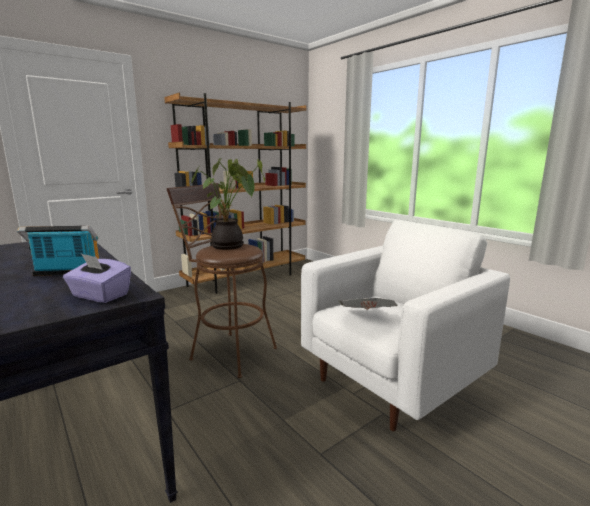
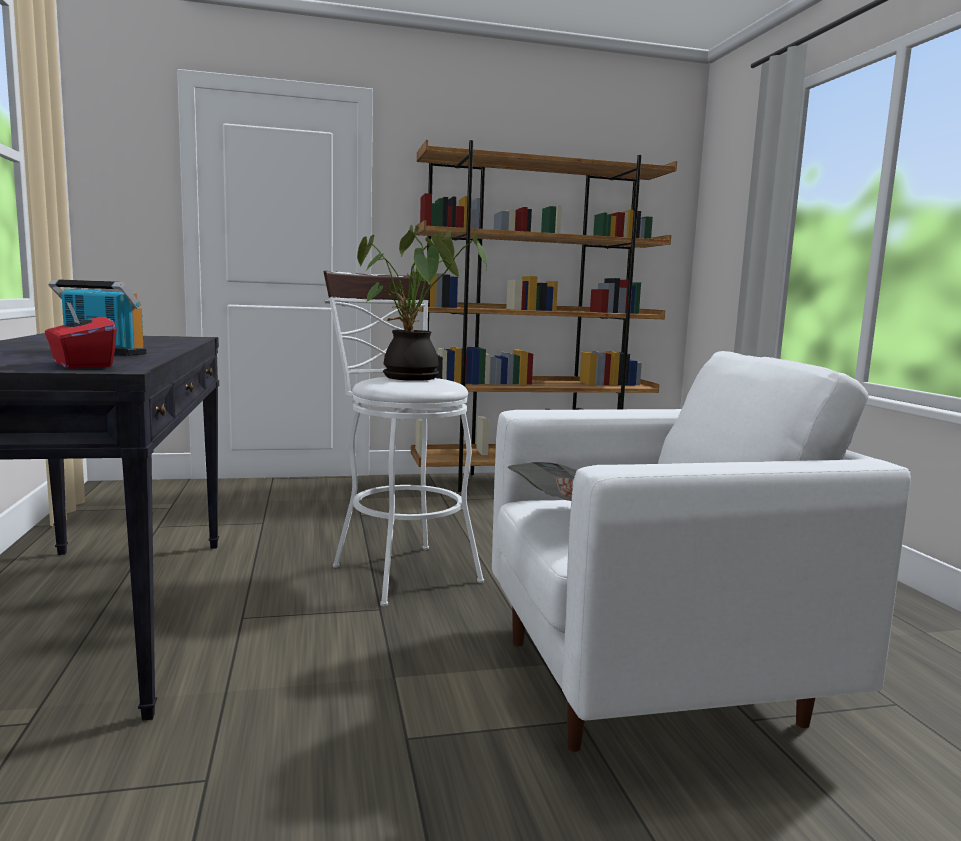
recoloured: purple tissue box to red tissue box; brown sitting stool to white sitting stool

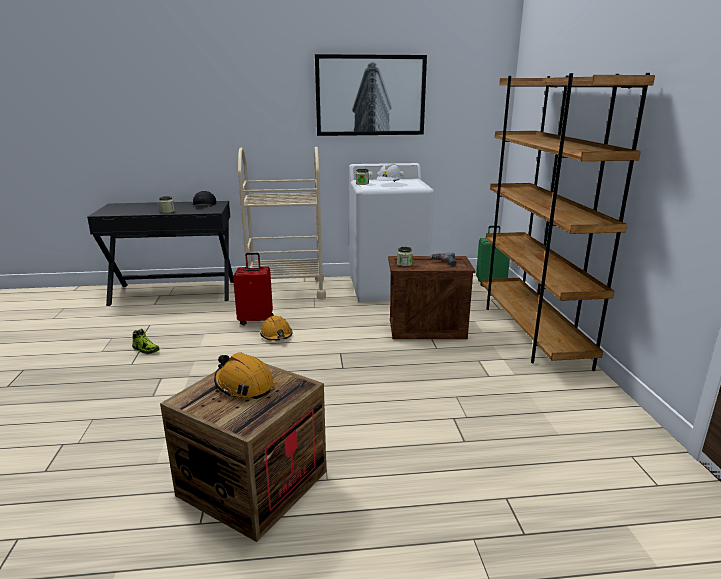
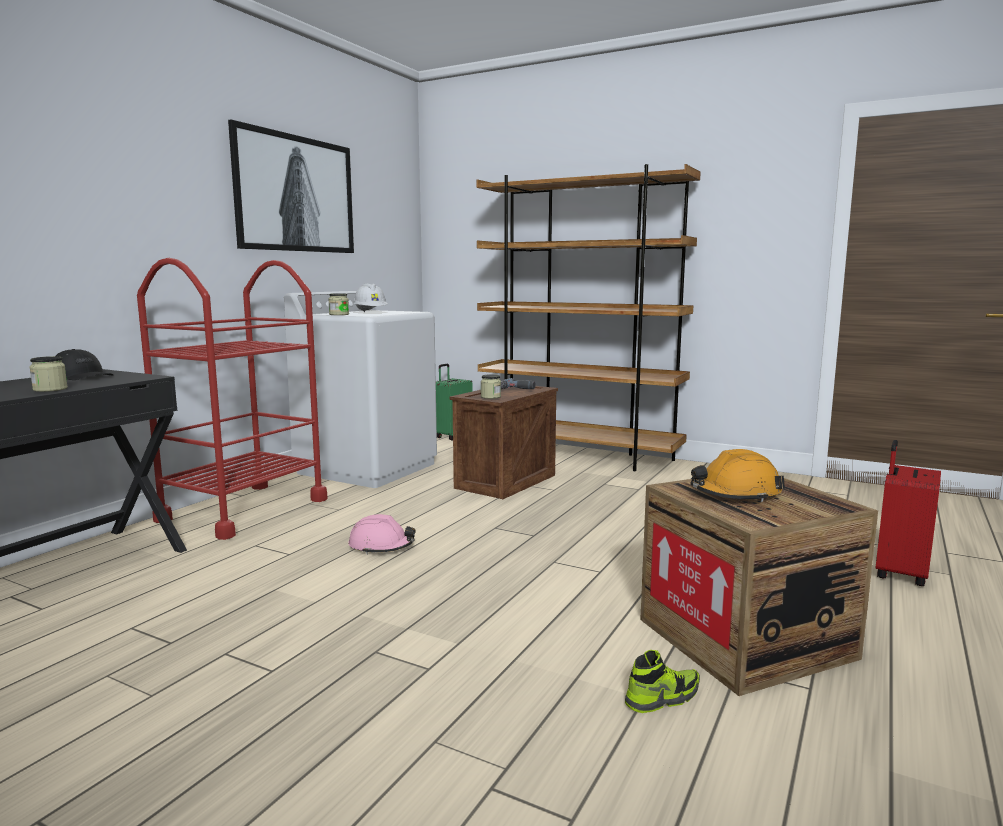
moved: low shoe; red travel case
recoloured: beige cart to red cart; orangey work helmet (2nd from left) to pink-coloured work helmet

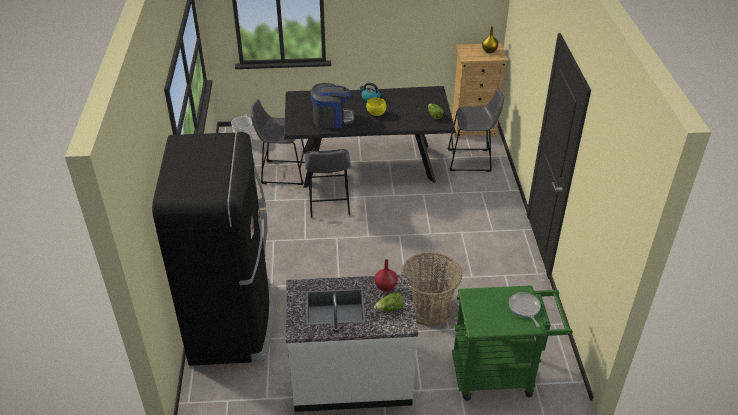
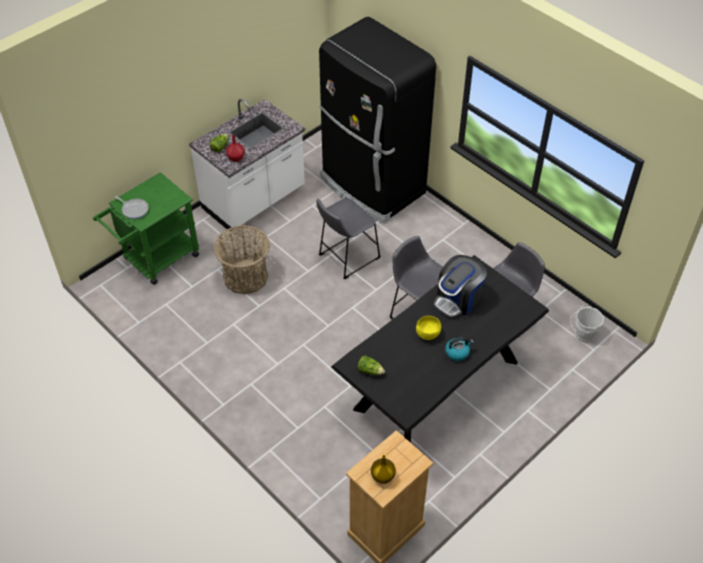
moved: gray sitting stool (3rd from left in the first image) to gray sitting stool (1st from left)

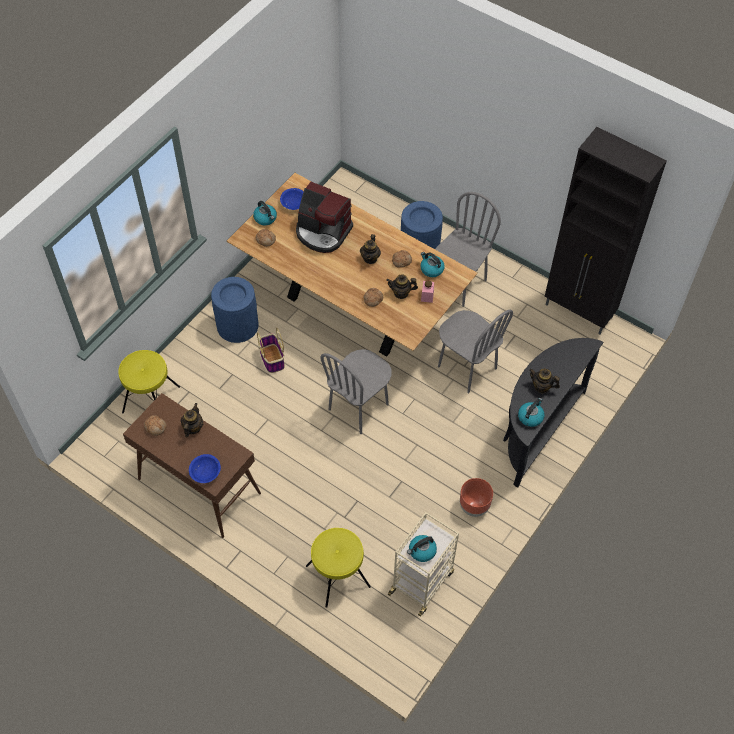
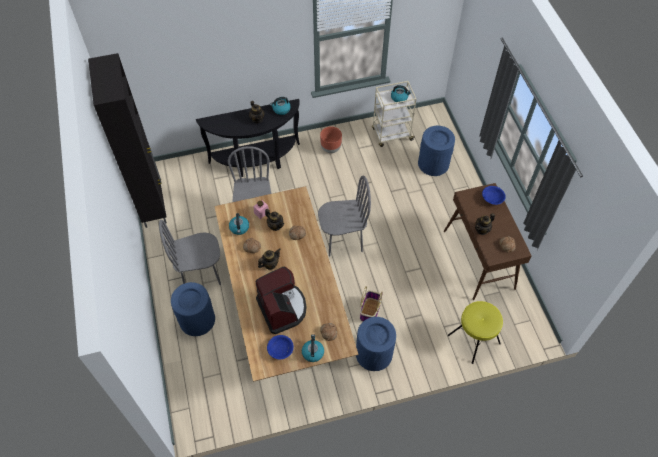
replaced: yellow-coloured sitting stool (2nd from left) to blue rubbish bin (3rd from left)

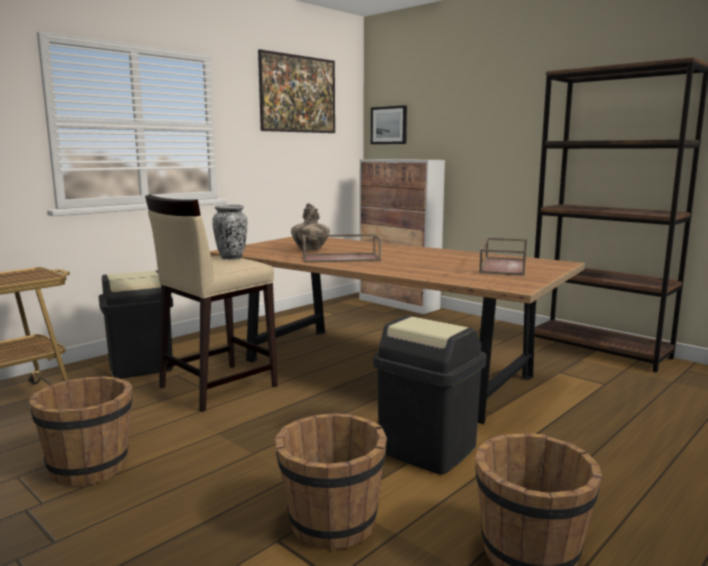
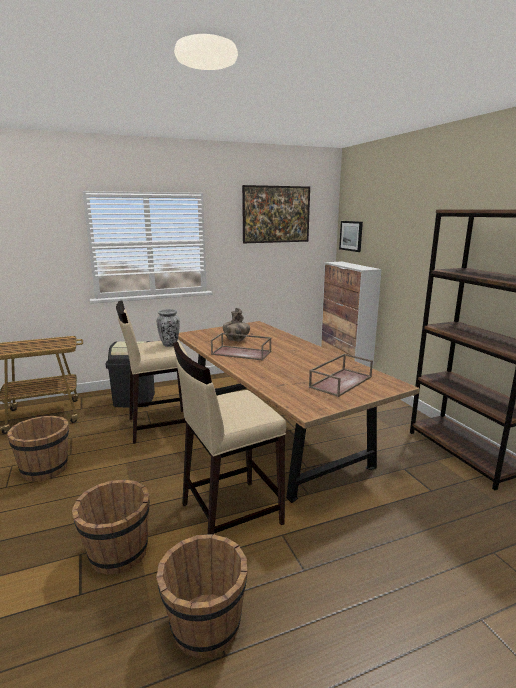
replaced: blackish rubbish bin (2nd from left) to beige sitting stool (2nd from left)

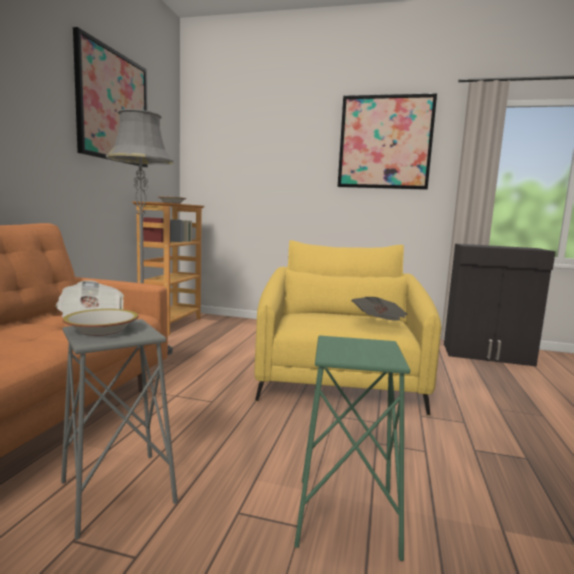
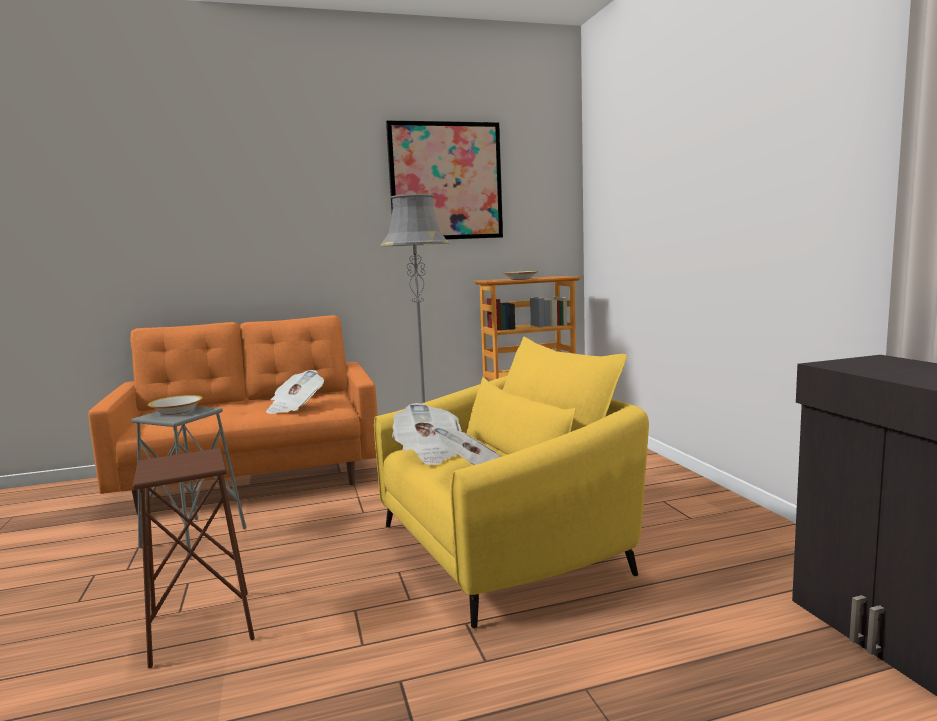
removed: wall art (2nd from left)
added: printed paper (2nd from left)
recoloured: greenish sitting stool to brown sitting stool

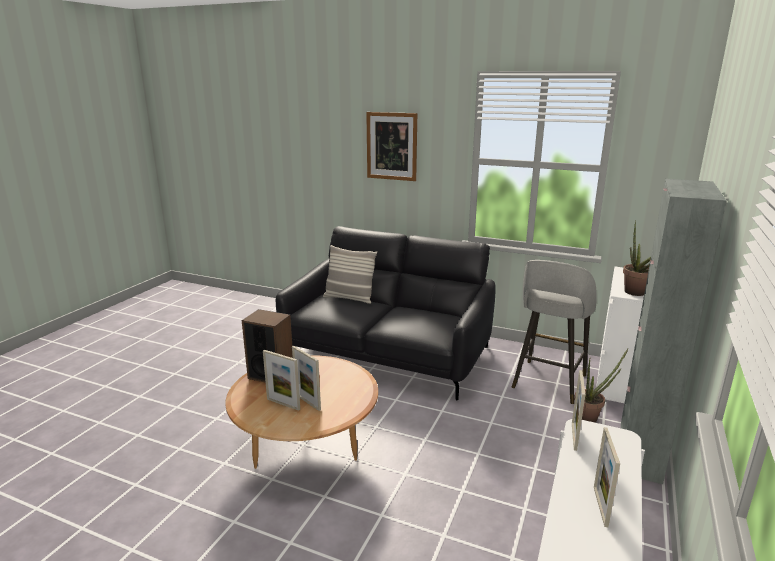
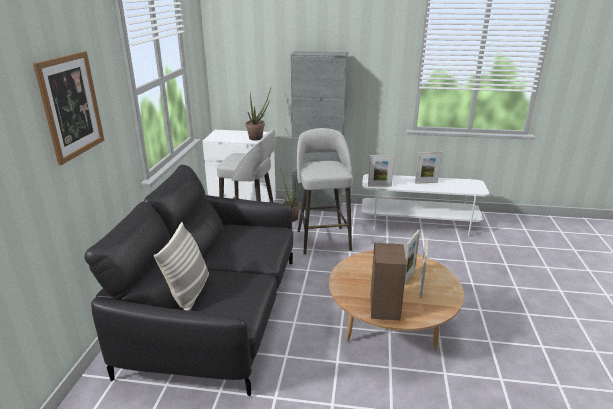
added: gray sitting stool (2nd from left)

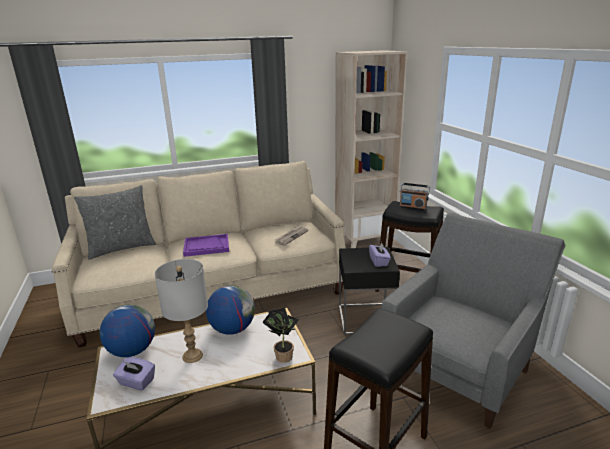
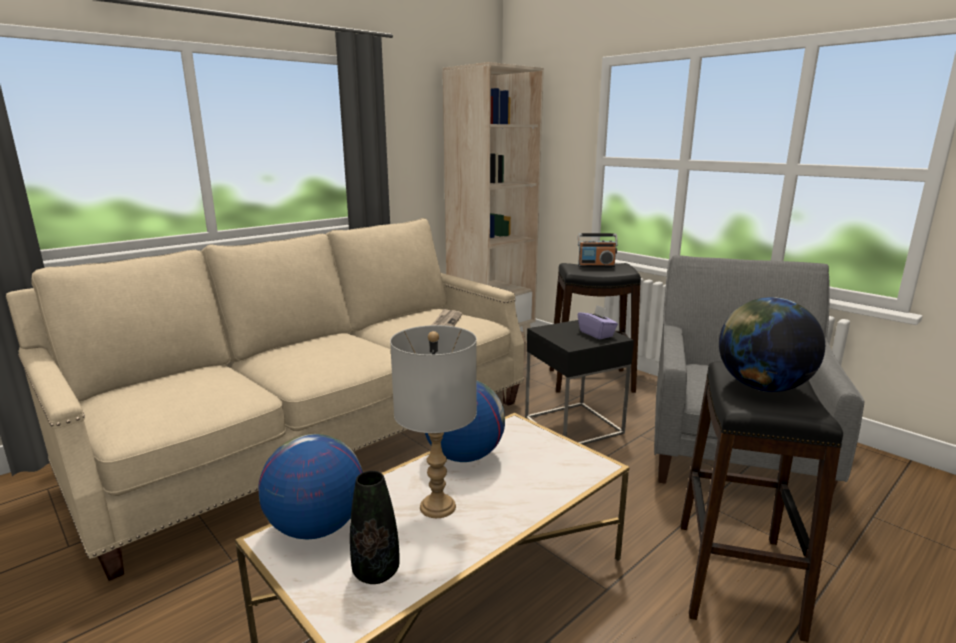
removed: gray cushion; purple tray; houseplant
added: desk globe (3rd from left)
replaced: purple tissue box (1st from left) to blackish decorative vase

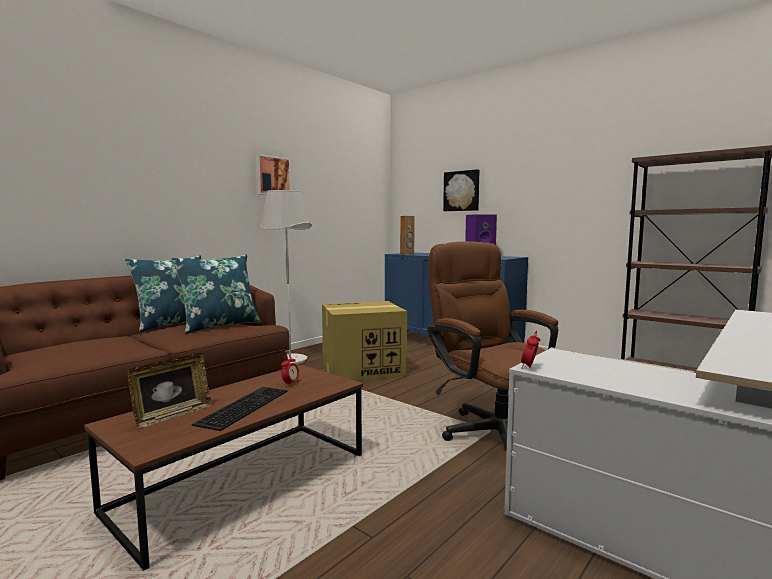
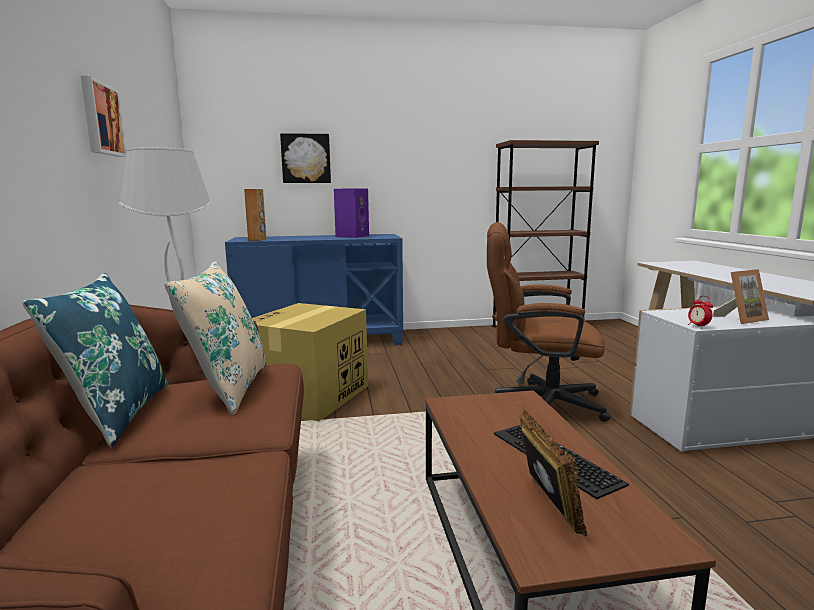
removed: table clock (1st from left)
added: standing frame (2nd from left)
recoloured: blue cushion (2nd from left) to beige cushion

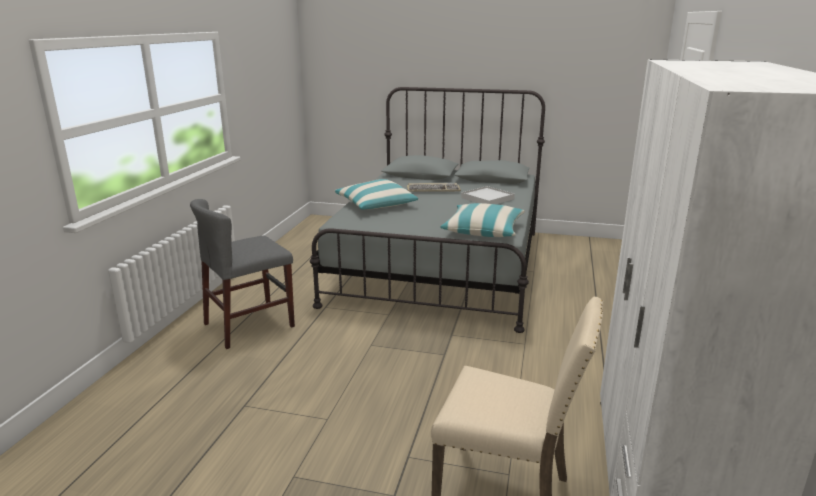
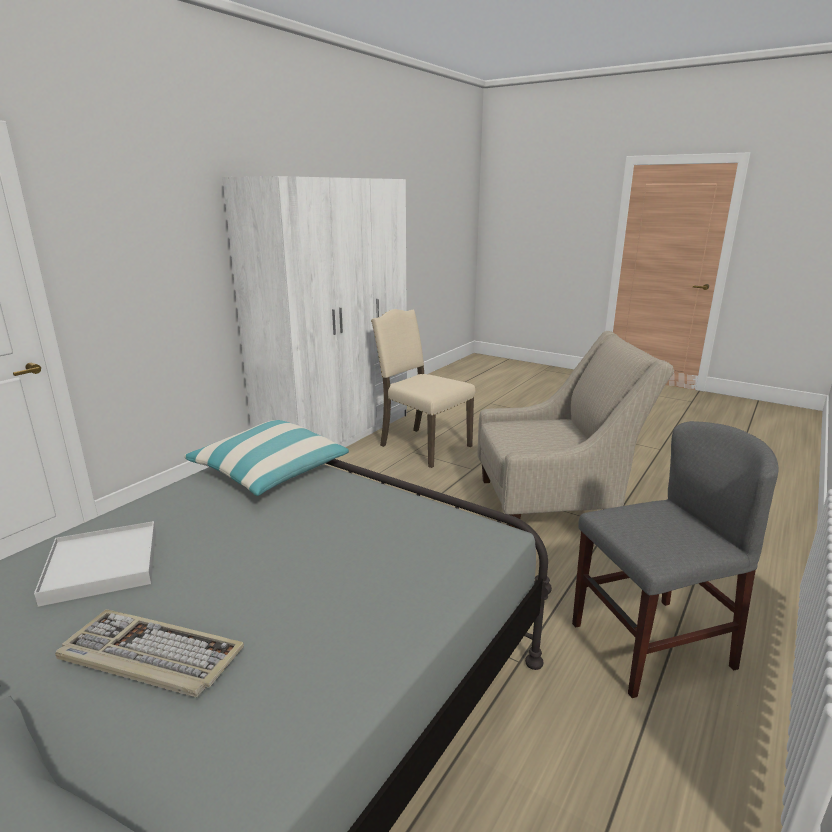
removed: cushion (1st from left)
added: beige lounge chair

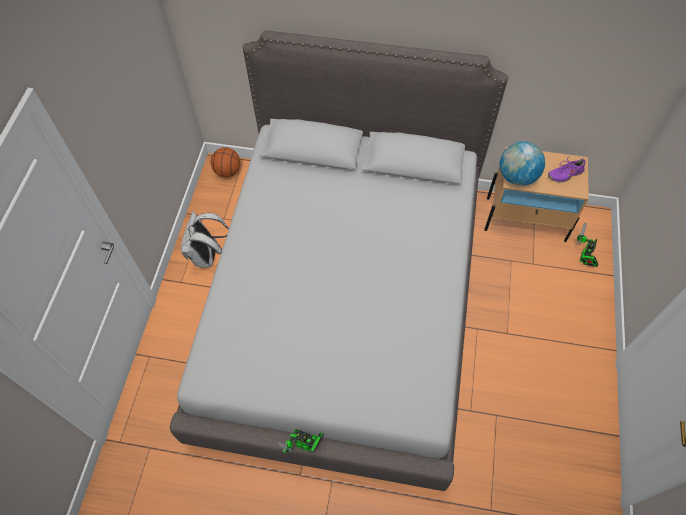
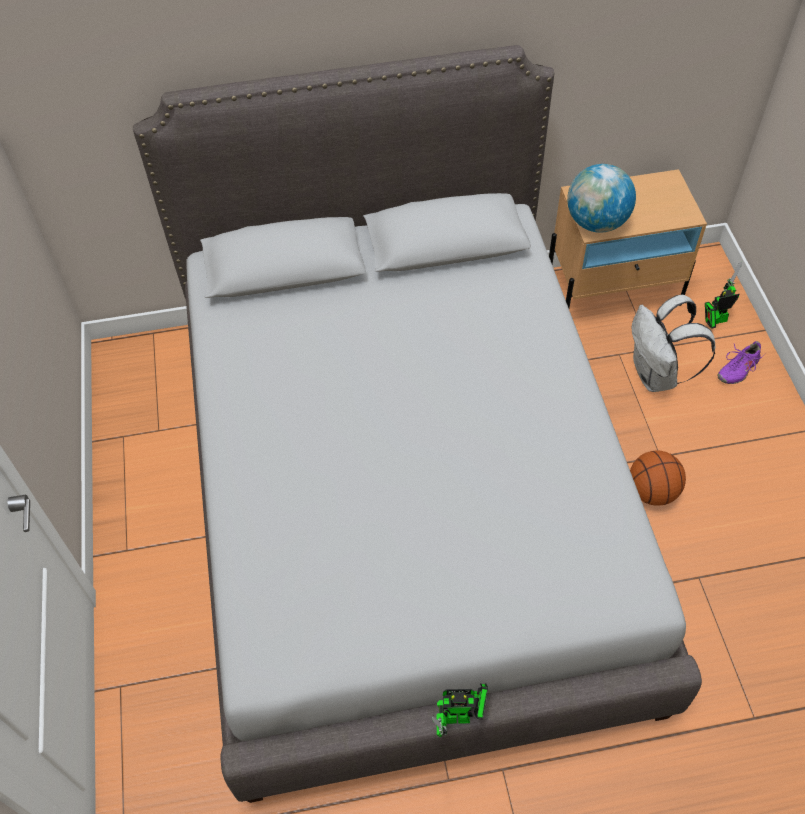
moved: white backpack; basketball ball; purple low shoe
turned: toy robot (2nd from left) 75 degrees clockwise

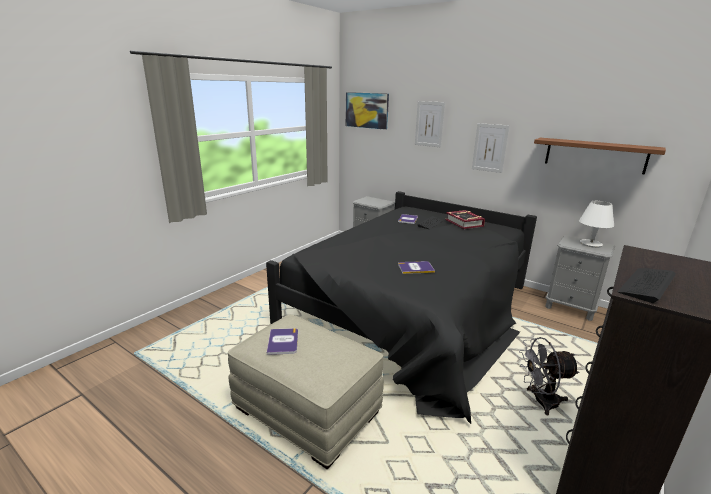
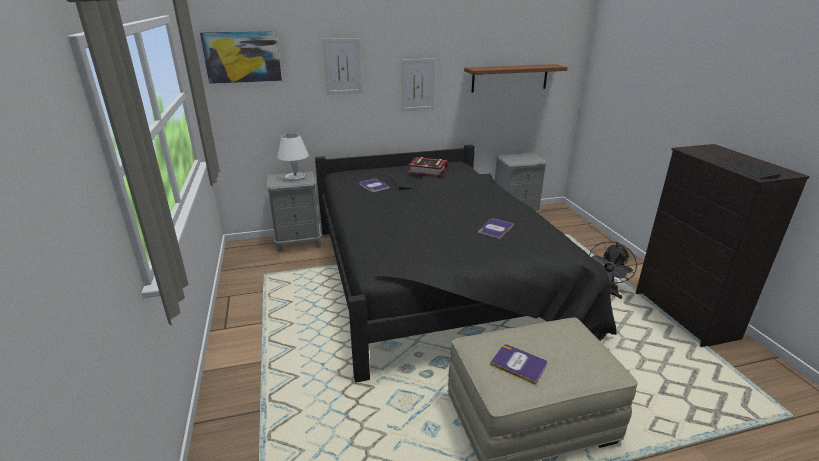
moved: white table lamp

